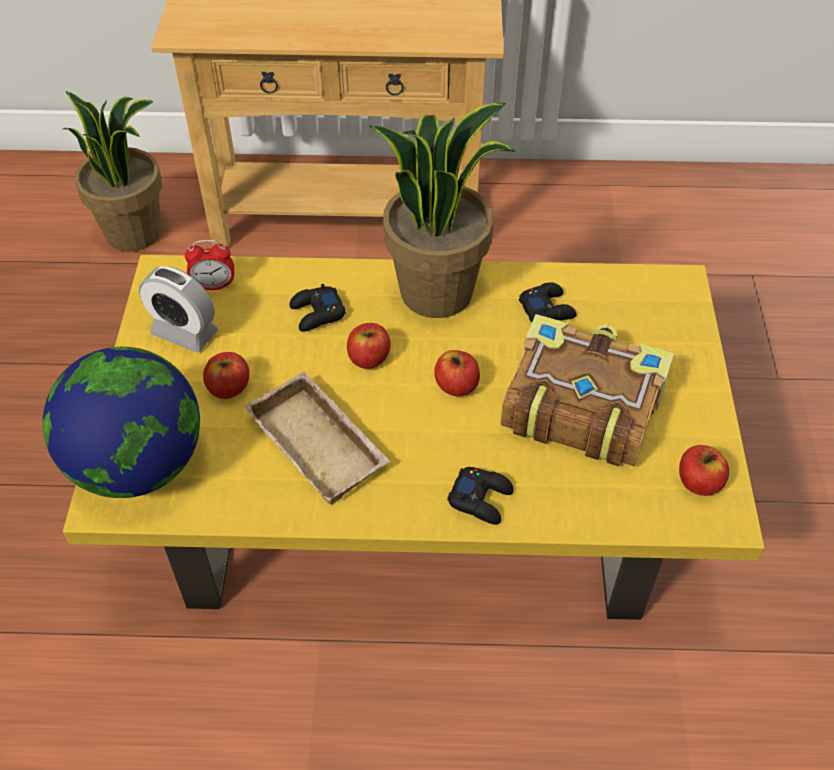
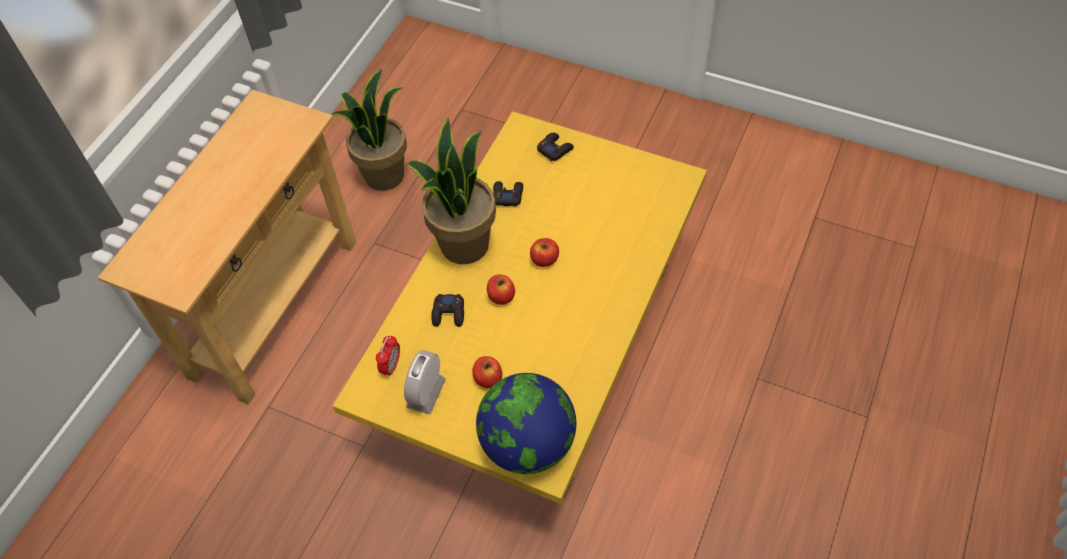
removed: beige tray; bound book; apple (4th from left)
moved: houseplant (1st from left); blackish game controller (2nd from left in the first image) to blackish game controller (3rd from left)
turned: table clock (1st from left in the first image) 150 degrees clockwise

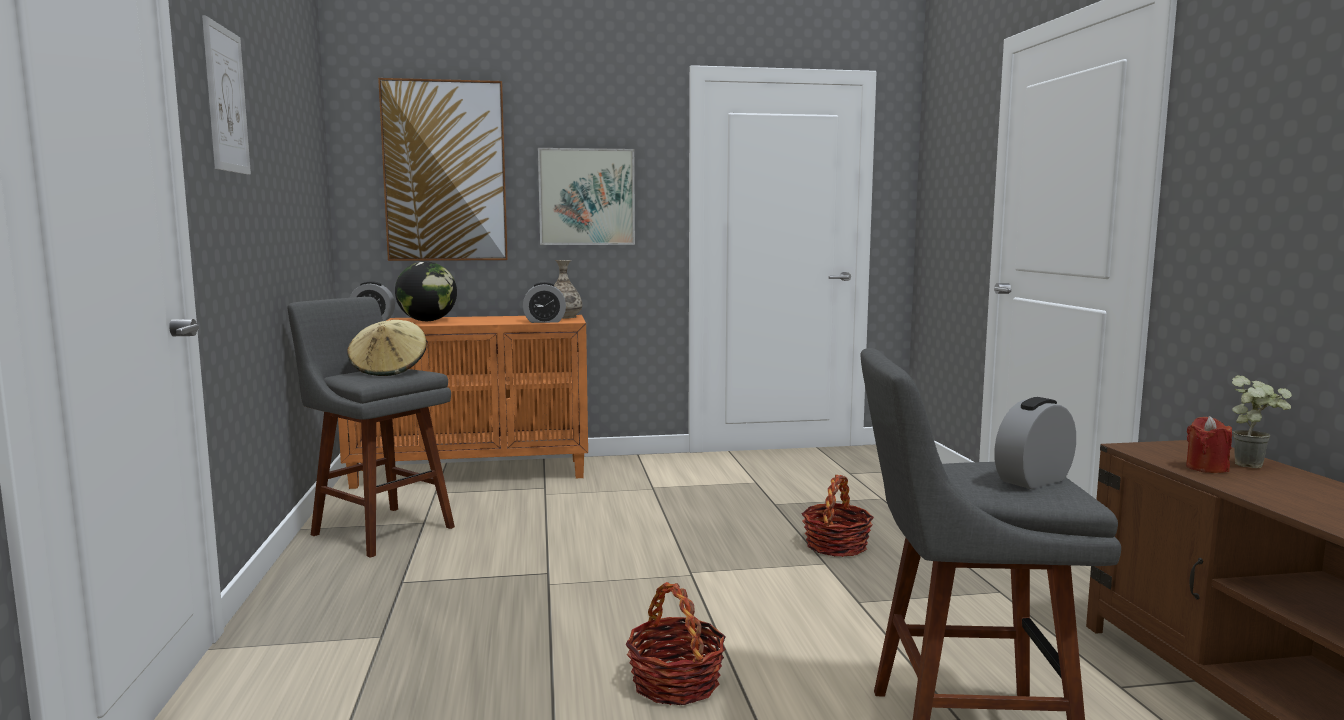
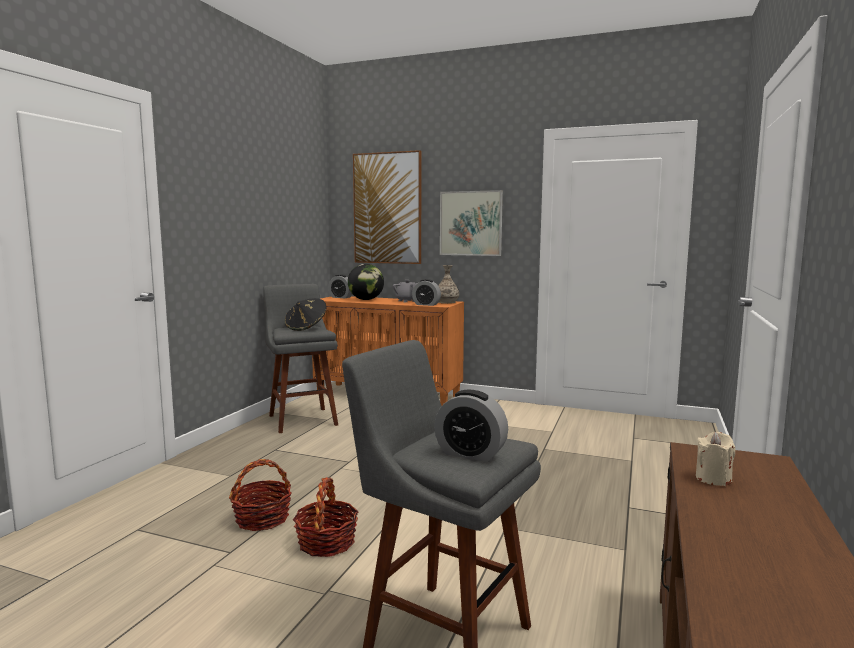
removed: wall art (1st from left); houseplant
added: gray teapot
moved: household basket (2nd from left in the first image) to household basket (1st from left)
recoloured: beige clothing hat to blackish clothing hat; red wax light to beige wax light
turned: table clock (3rd from left) 150 degrees counterclockwise

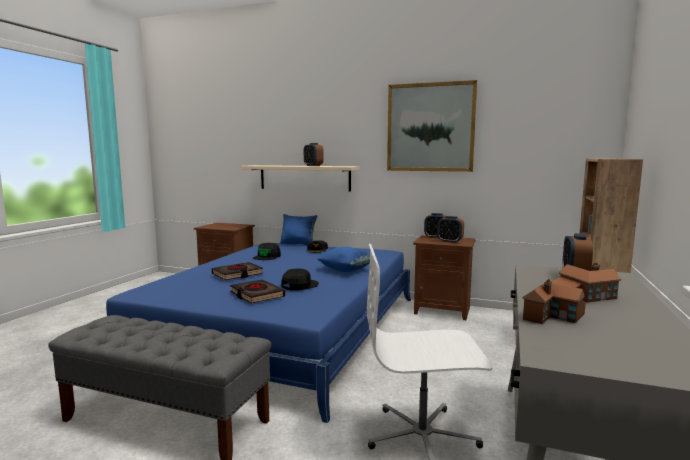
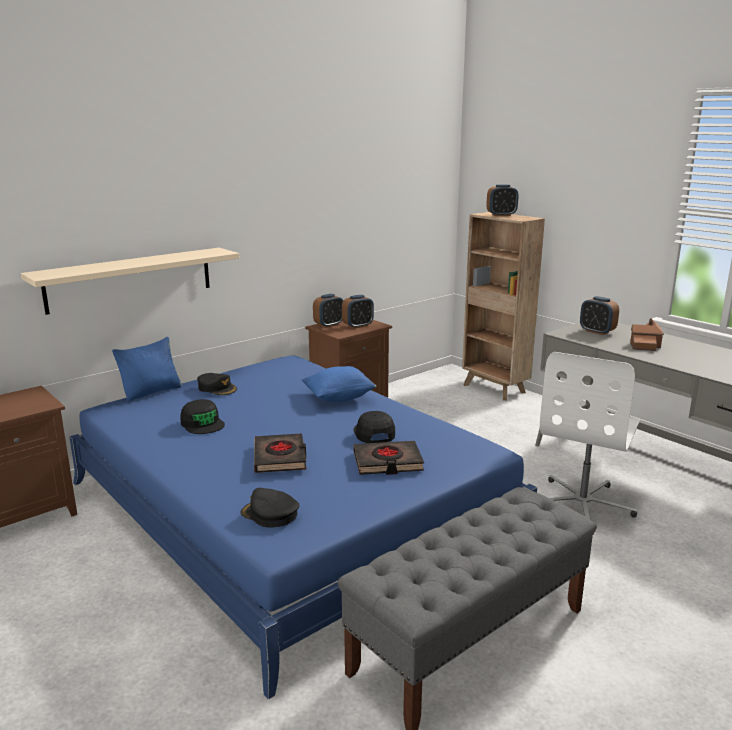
removed: wall art; toy house (1st from left)
added: blackish cap (3rd from left)
moved: table clock (1st from left in the first image) to table clock (3rd from left)

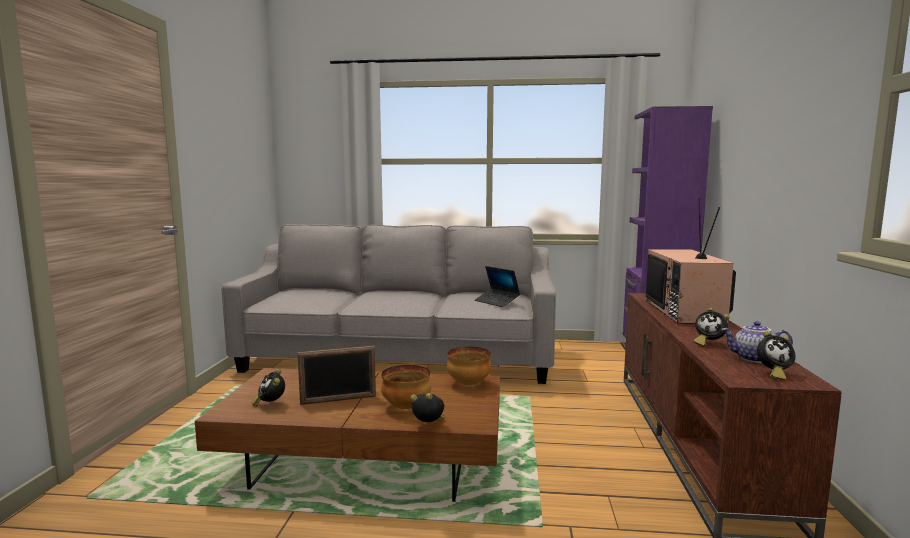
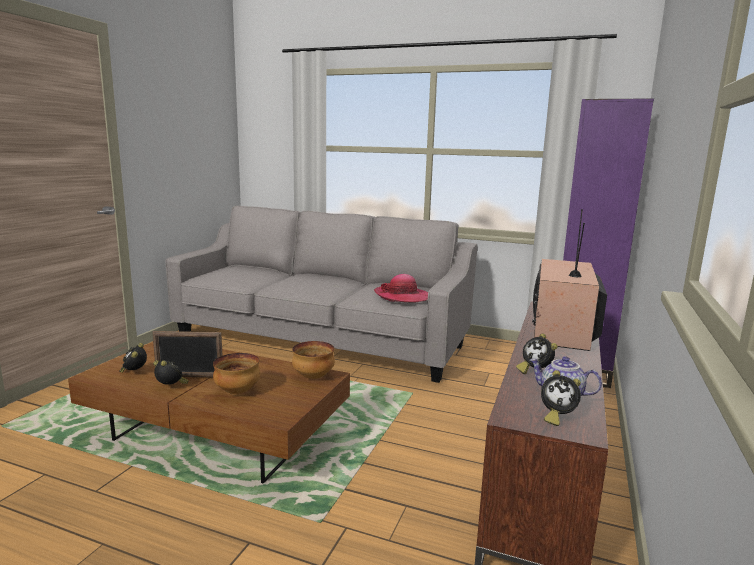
moved: table clock (2nd from left)
replaced: portable computer to clothing hat

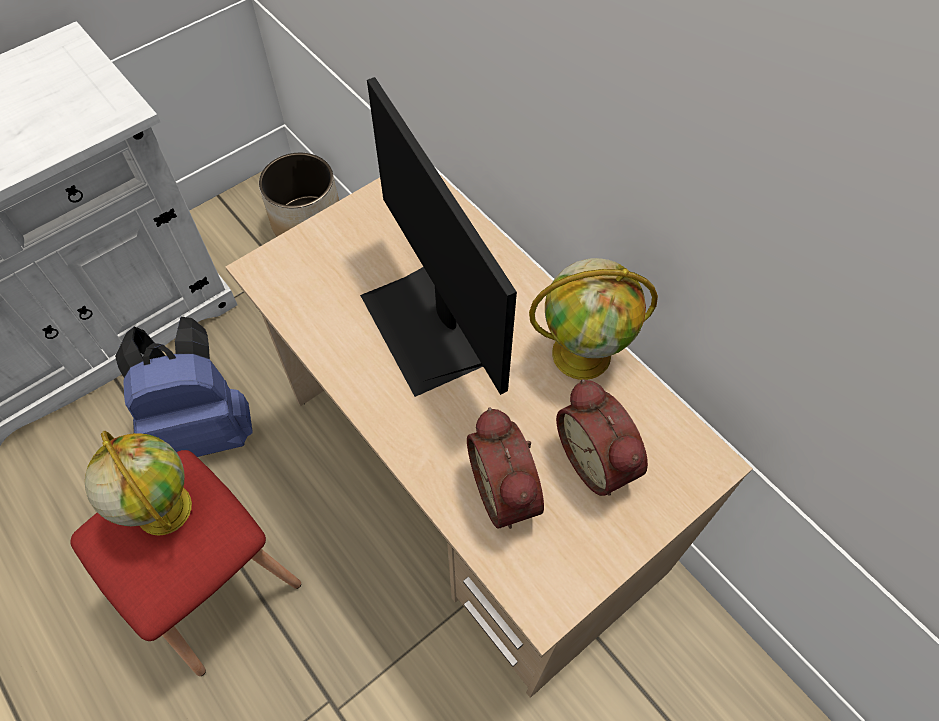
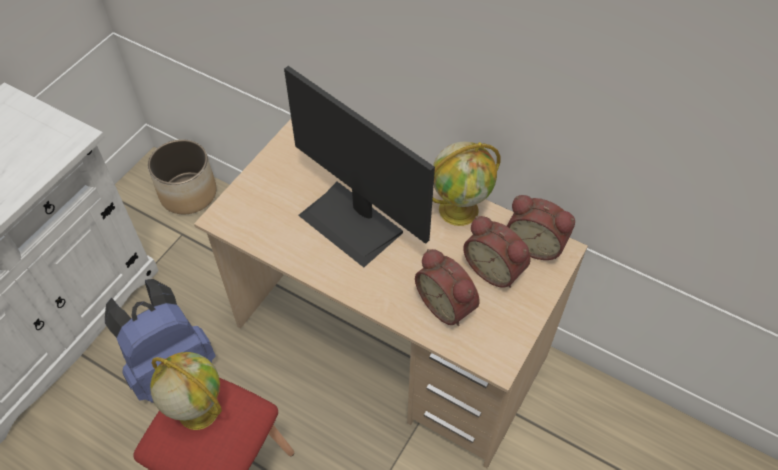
added: table clock (3rd from left)

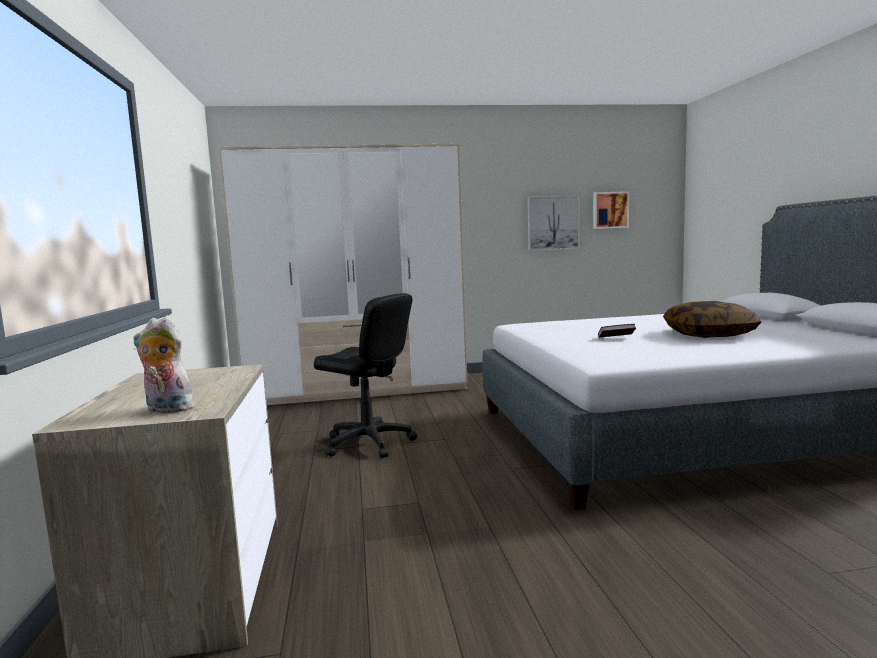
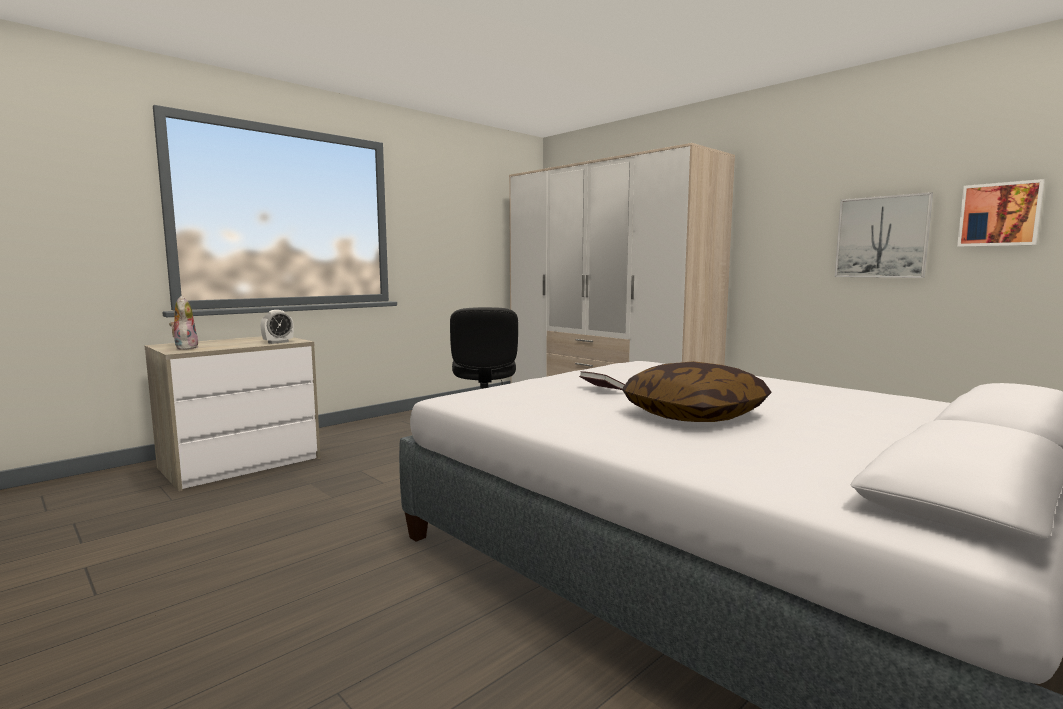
added: table clock

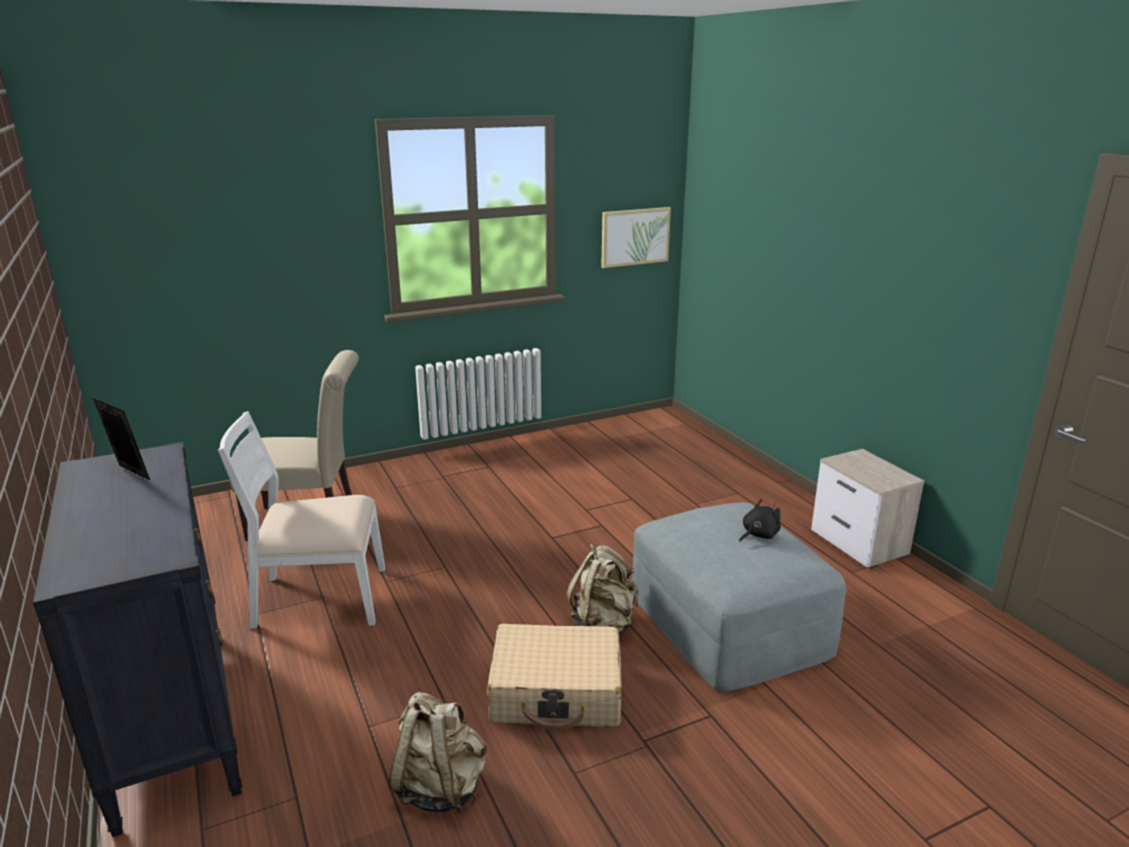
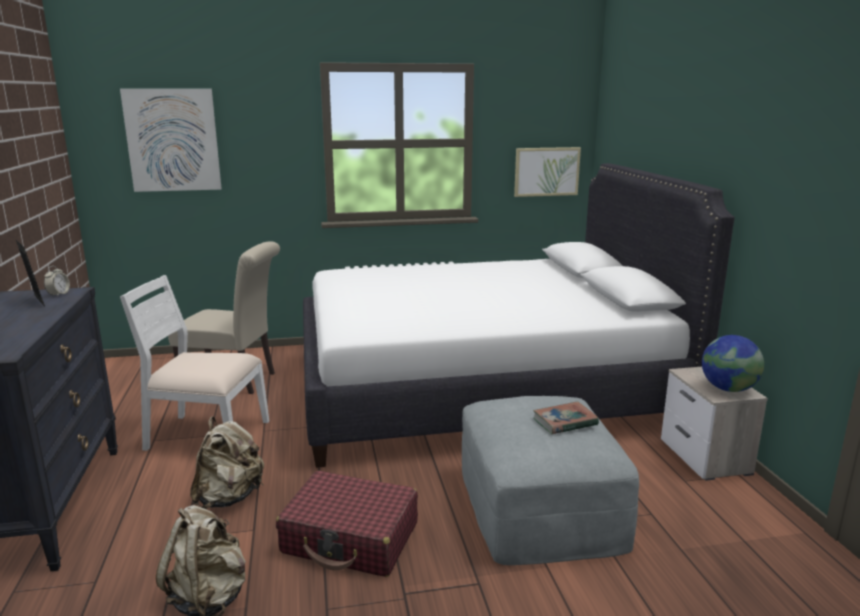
added: table clock; wall art (1st from left); white bed; desk globe
moved: beige backpack (2nd from left)
replaced: blackish plush toy to bound book
recoloured: beige travel case to red travel case

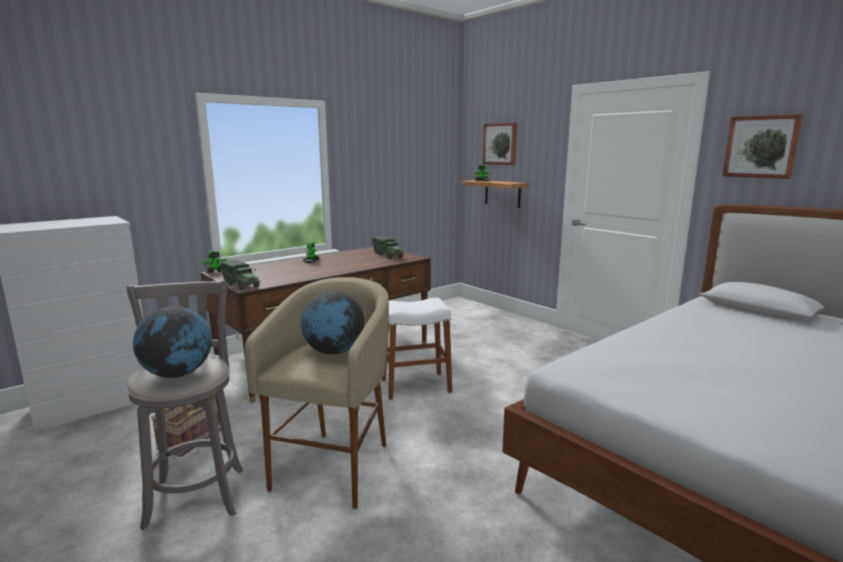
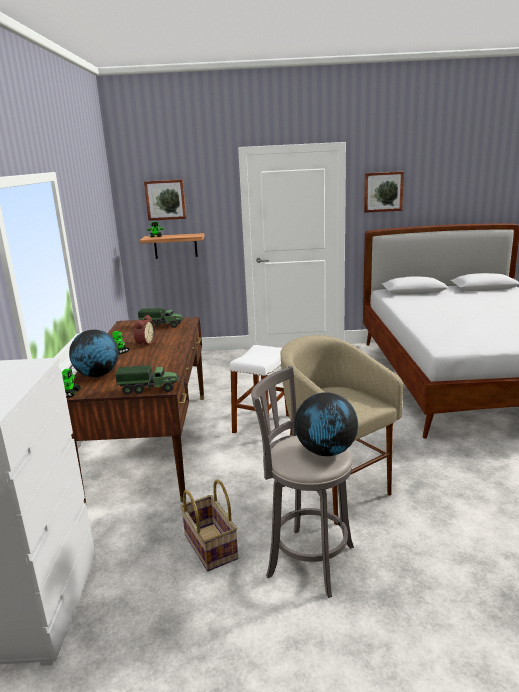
added: table clock
moved: desk globe (2nd from left in the first image) to desk globe (1st from left)

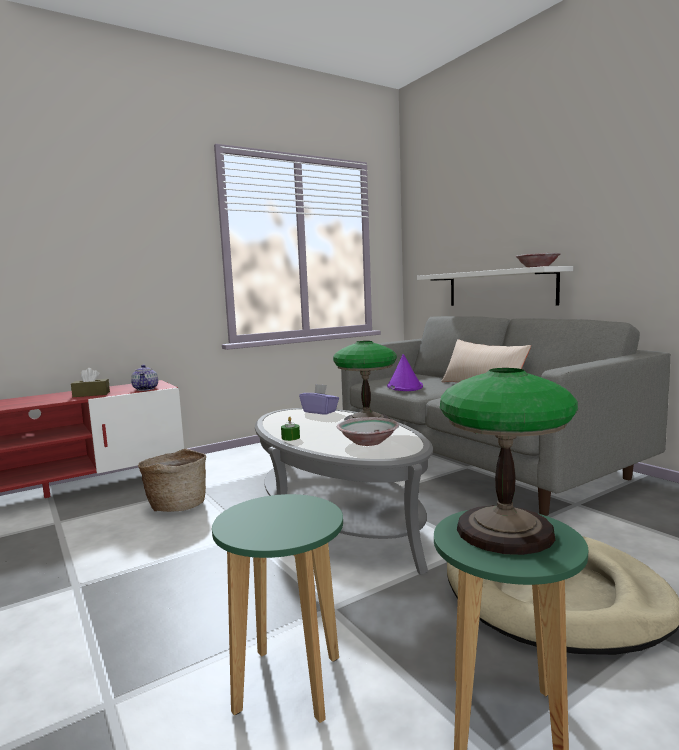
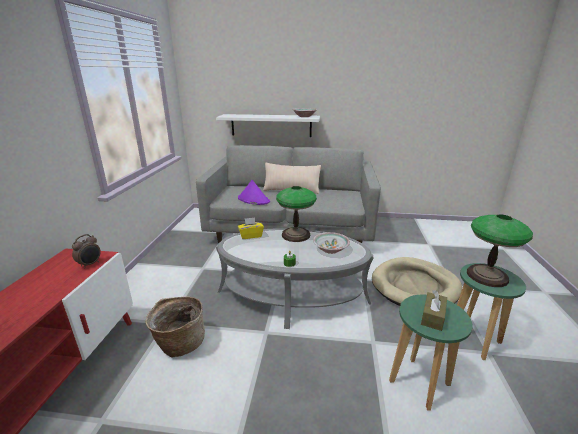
moved: brown tissue box
replaced: teapot to table clock
recoloured: purple tissue box to yellow-coloured tissue box

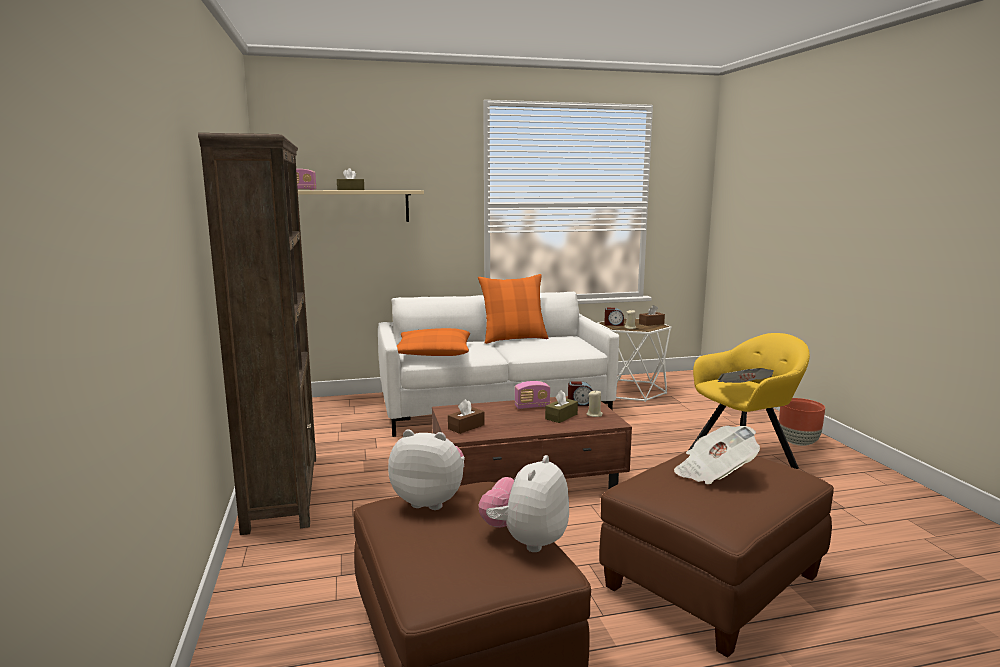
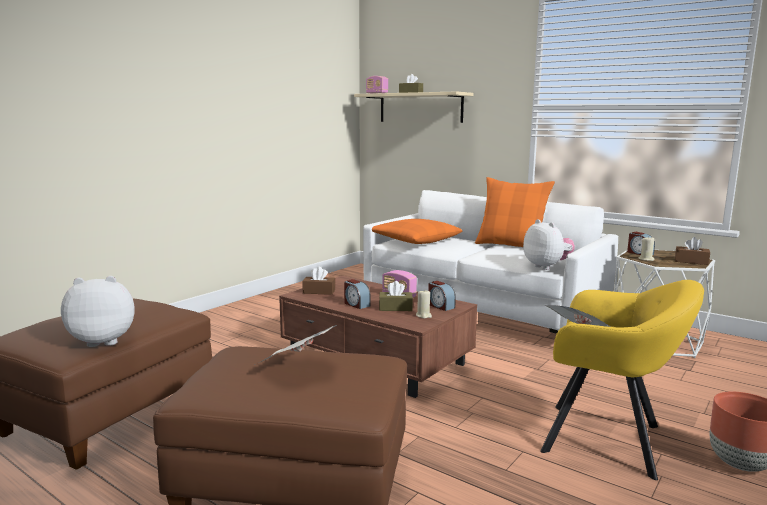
removed: brown bookcase
added: table clock (1st from left)
moved: plush toy (1st from left in the first image) to plush toy (2nd from left)

